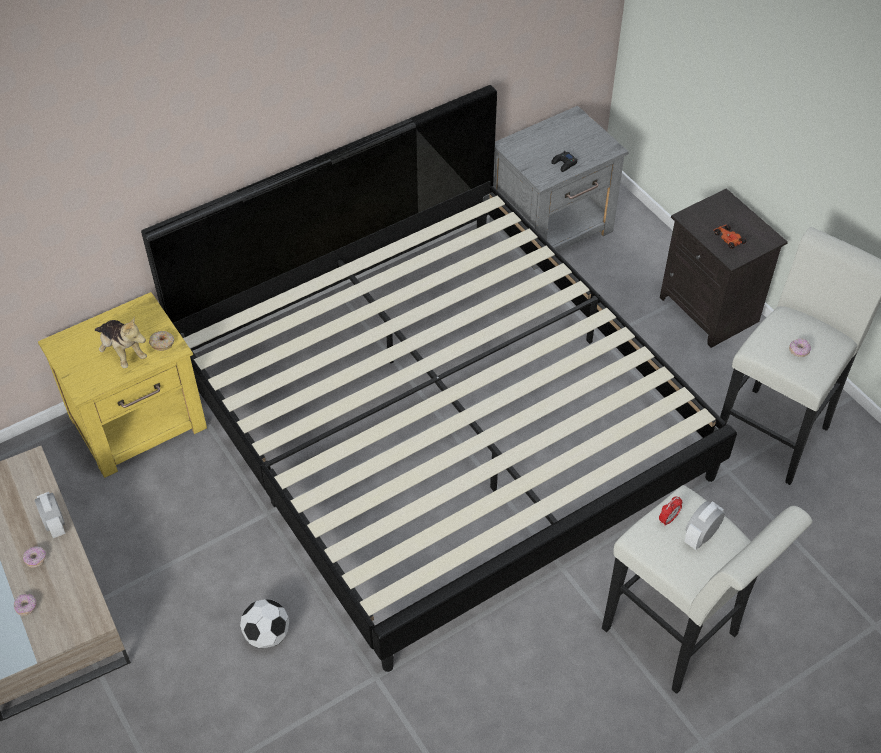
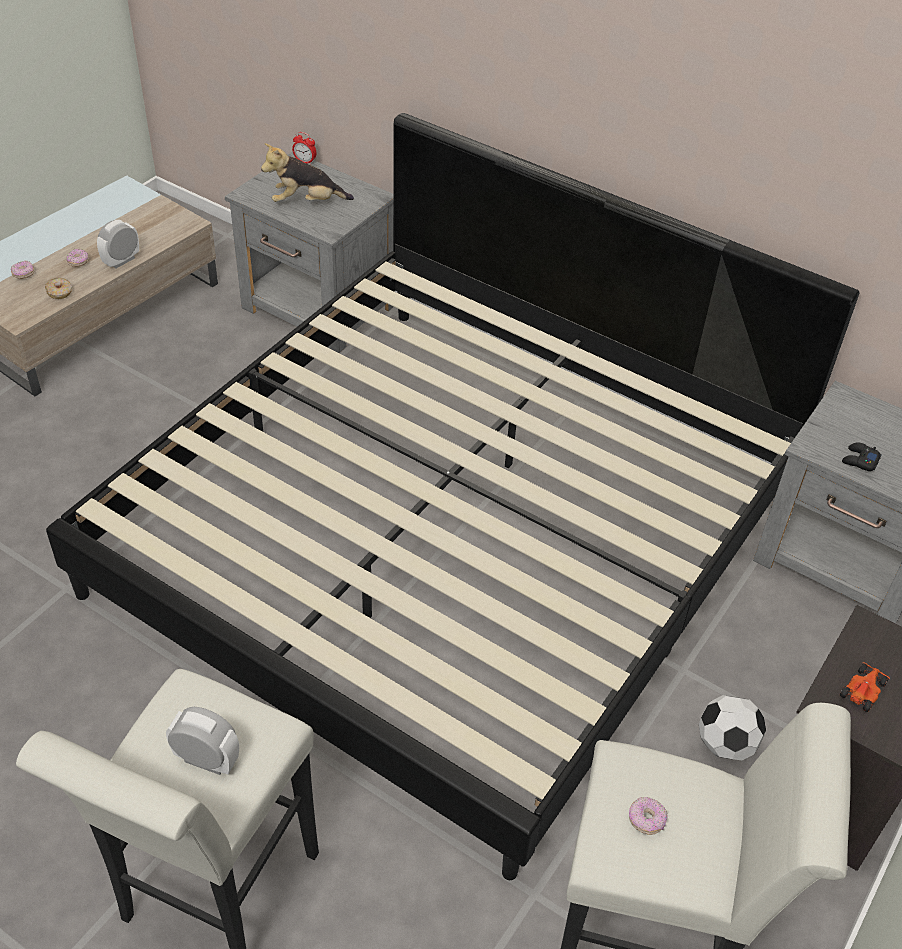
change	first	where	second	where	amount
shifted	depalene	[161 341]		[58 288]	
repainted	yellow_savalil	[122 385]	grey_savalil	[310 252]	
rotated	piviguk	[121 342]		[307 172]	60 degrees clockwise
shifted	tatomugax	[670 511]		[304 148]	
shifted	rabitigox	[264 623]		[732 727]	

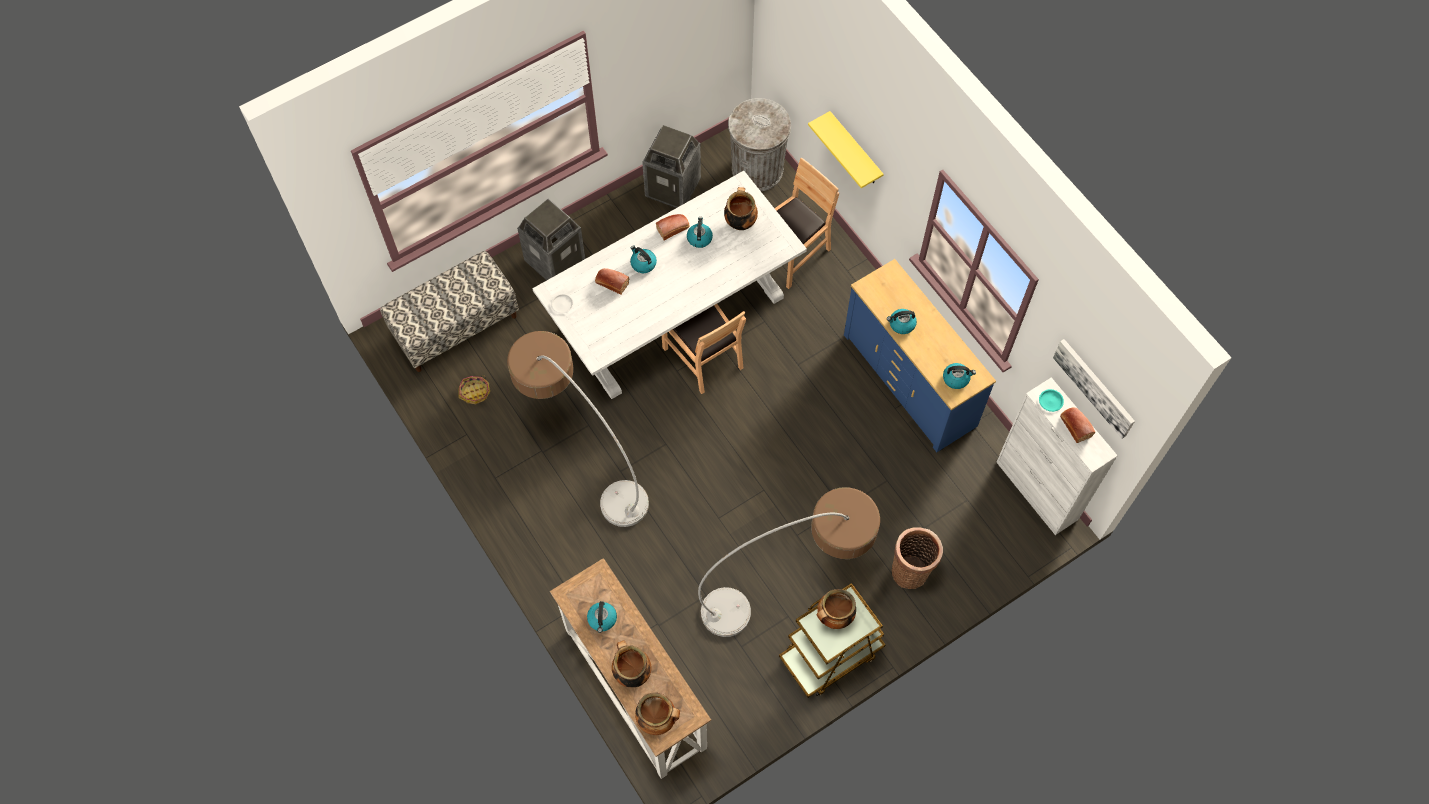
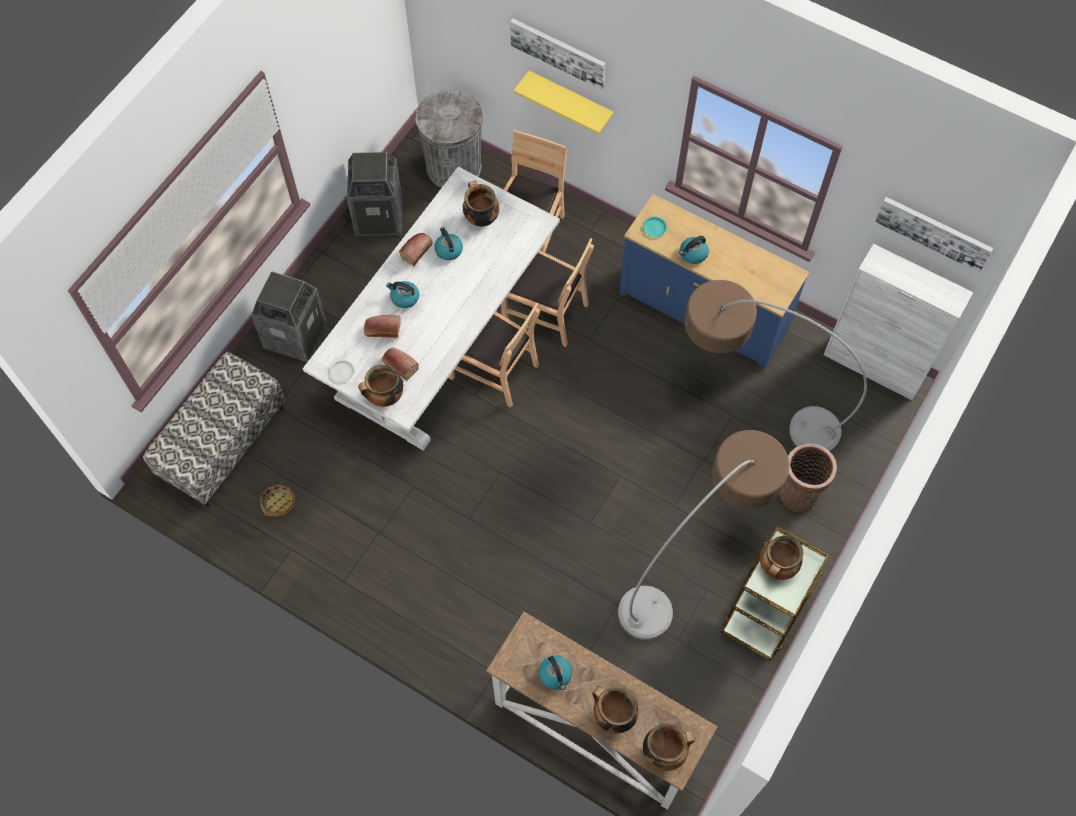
change	first	where	second	where	amount
new			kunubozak	[380 385]	
shifted	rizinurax	[1077 425]		[400 364]	
new			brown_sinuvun	[547 292]	
new			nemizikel	[558 54]	
shifted	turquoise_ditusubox	[1051 400]		[655 226]	
shifted	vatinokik	[578 429]		[775 365]	
gone	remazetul	[959 376]			

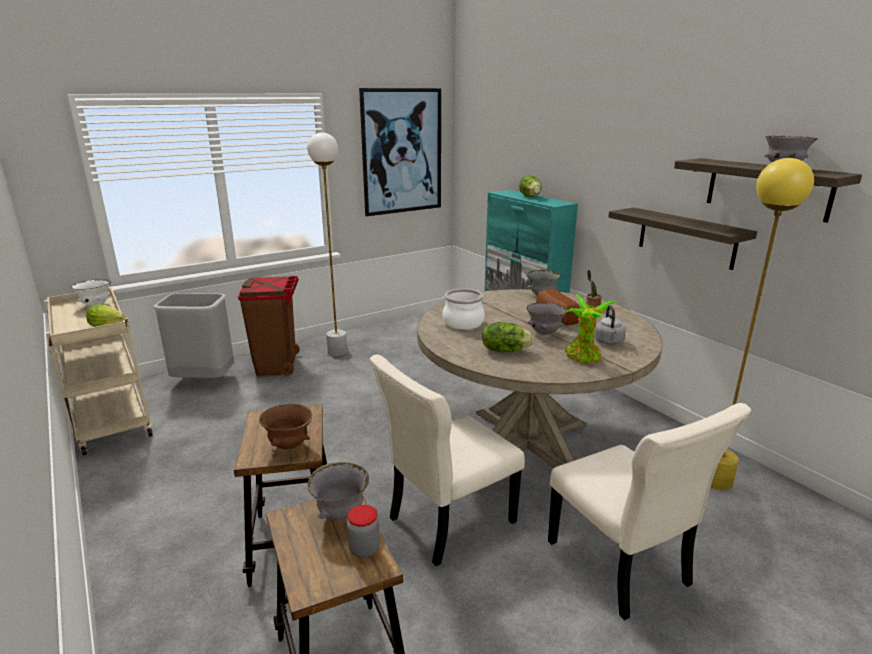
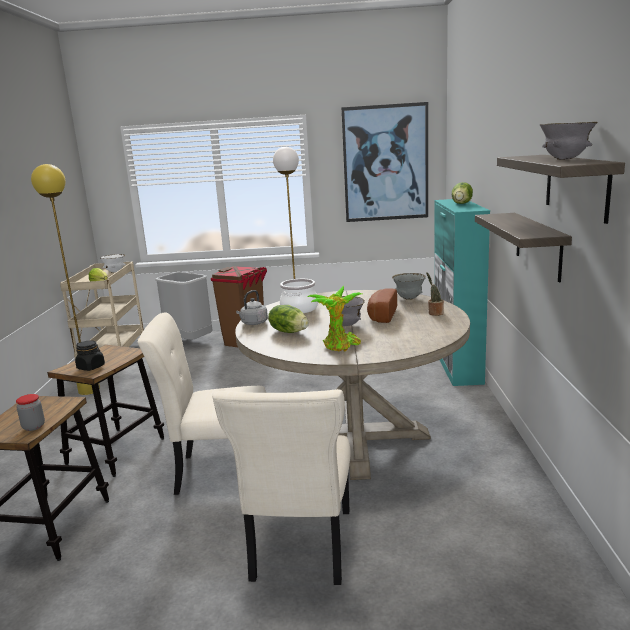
change	first	where	second	where	amount
shifted	yellow_vatinokik	[762 324]		[65 279]	
swapped	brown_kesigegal	[285 427]	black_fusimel	[90 355]	
shifted	grey_remazetul	[610 325]		[252 307]	
gone	grey_kesigegal	[338 491]			

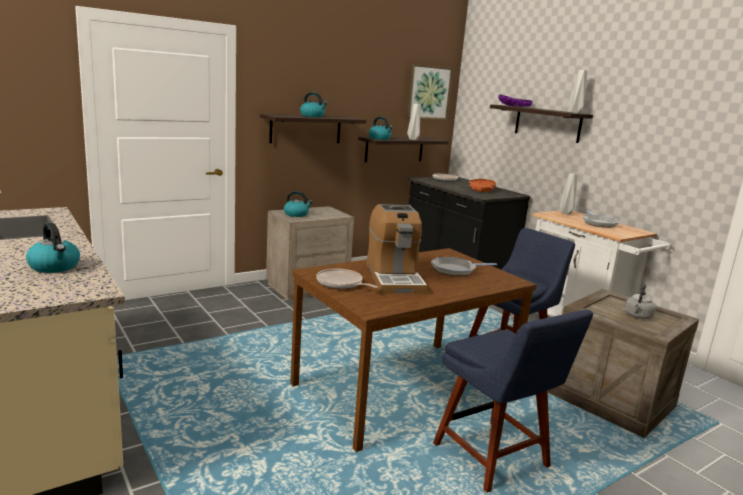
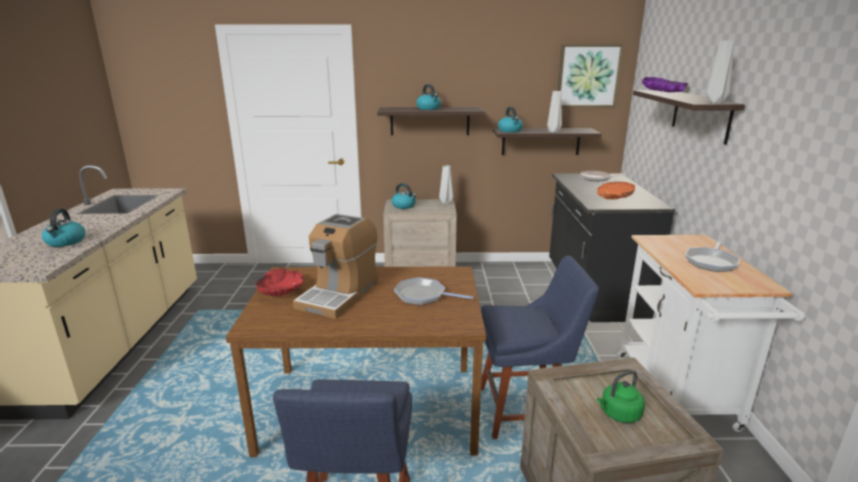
change	first	where	second	where	amount
swapped	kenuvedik	[347 279]	red_kesigegal	[279 282]	
shifted	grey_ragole	[568 193]		[446 184]	
repainted	grey_remazetul	[640 301]	green_remazetul	[621 396]	

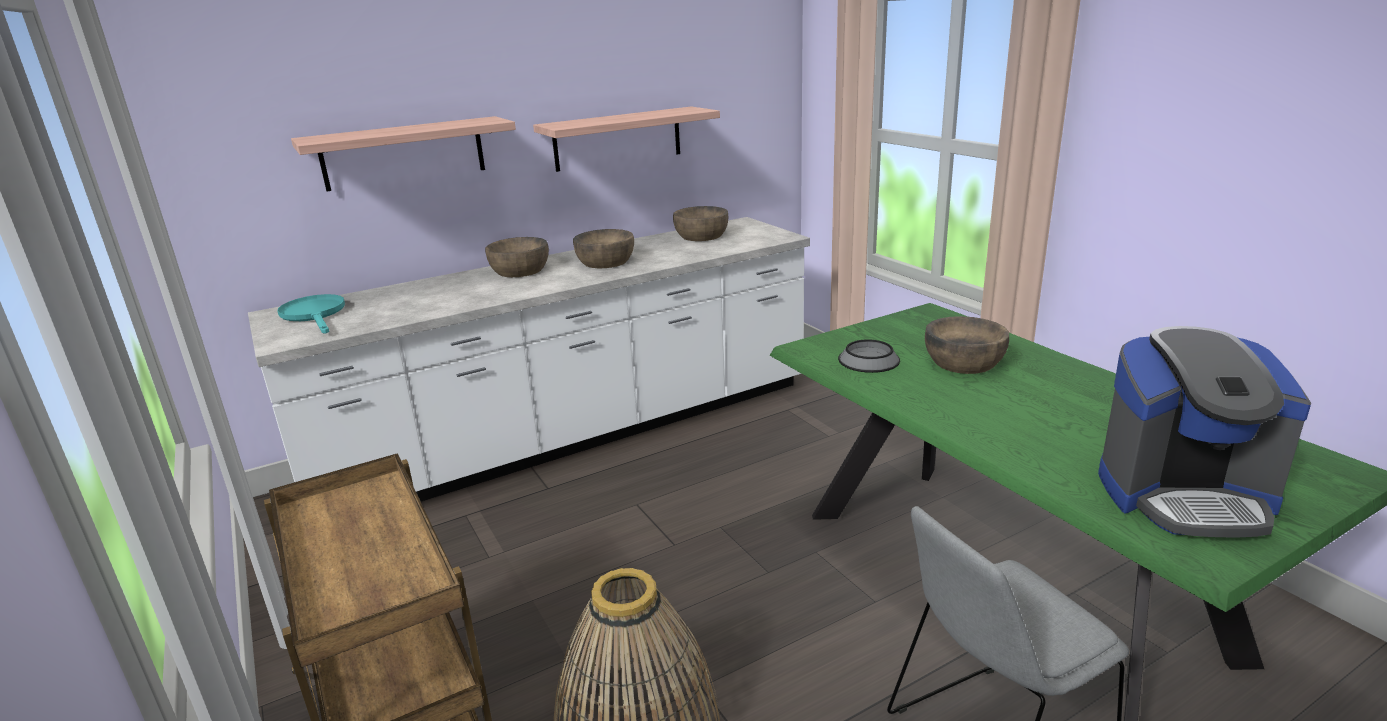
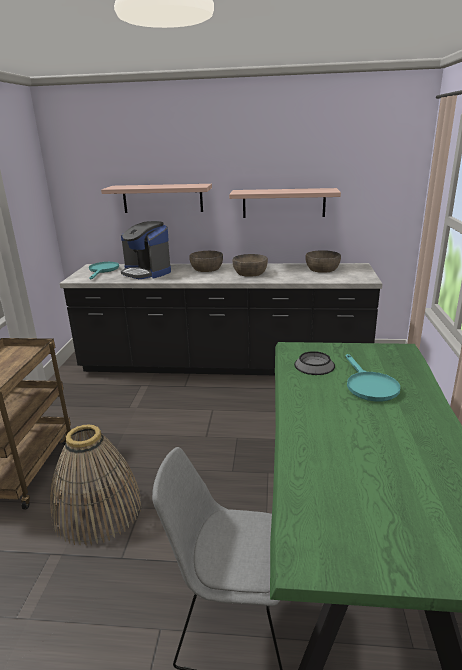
change	first	where	second	where	amount
repainted	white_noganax	[529 359]	black_noganax	[221 319]	
shifted	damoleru	[1204 431]		[146 250]	
swapped	brown_kesigegal	[967 345]	turquoise_kenuvedik	[373 378]	

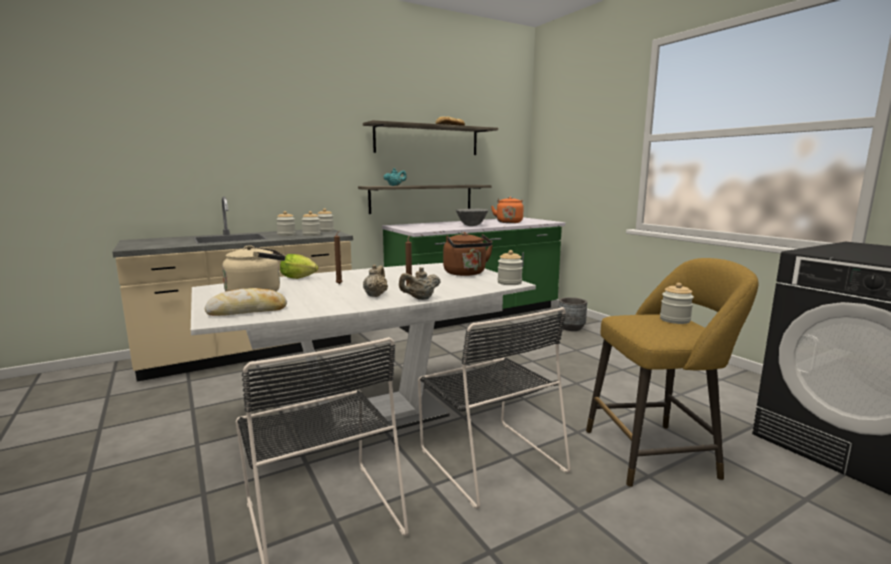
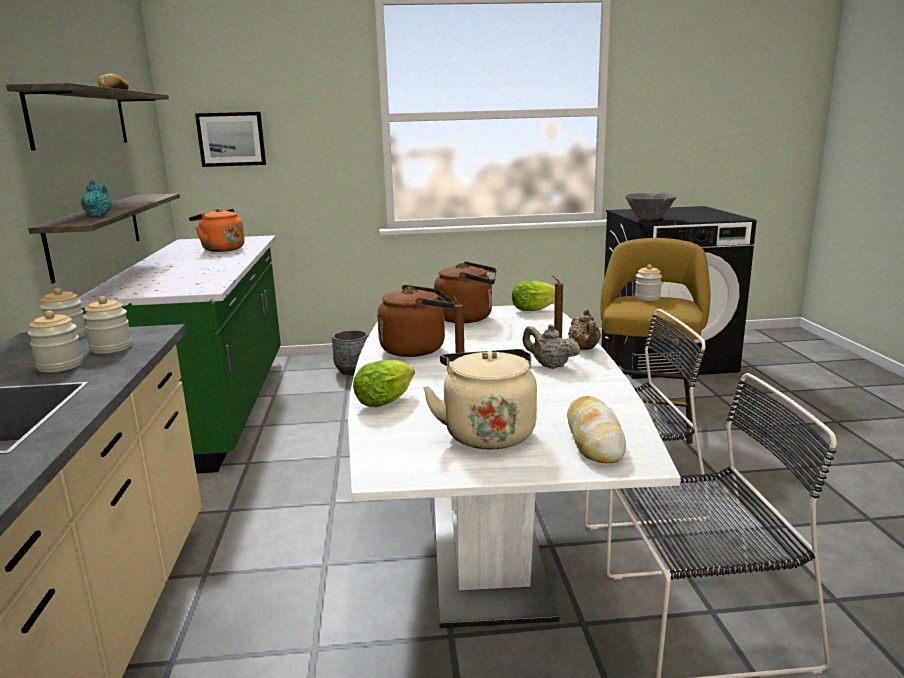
change	first	where	second	where	amount
new			nemizikel	[230 139]	
new			brown_remazetul	[415 321]	
swapped	fusimel	[510 267]	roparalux	[533 295]	
shifted	grey_kesigegal	[472 217]		[651 206]	

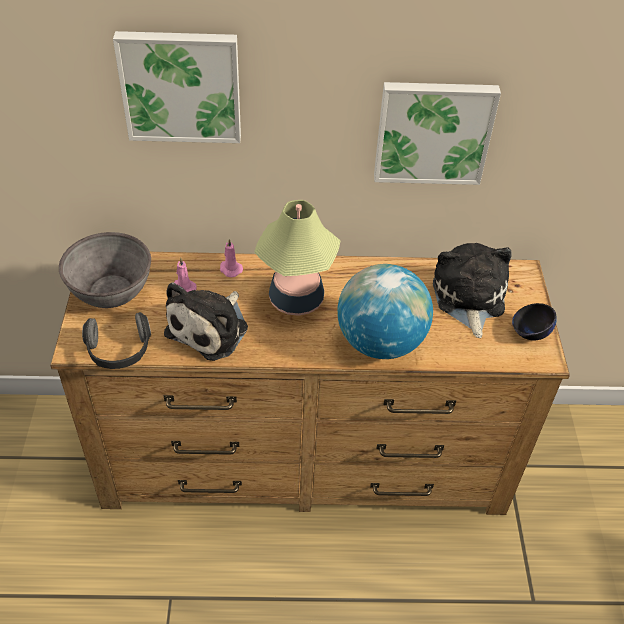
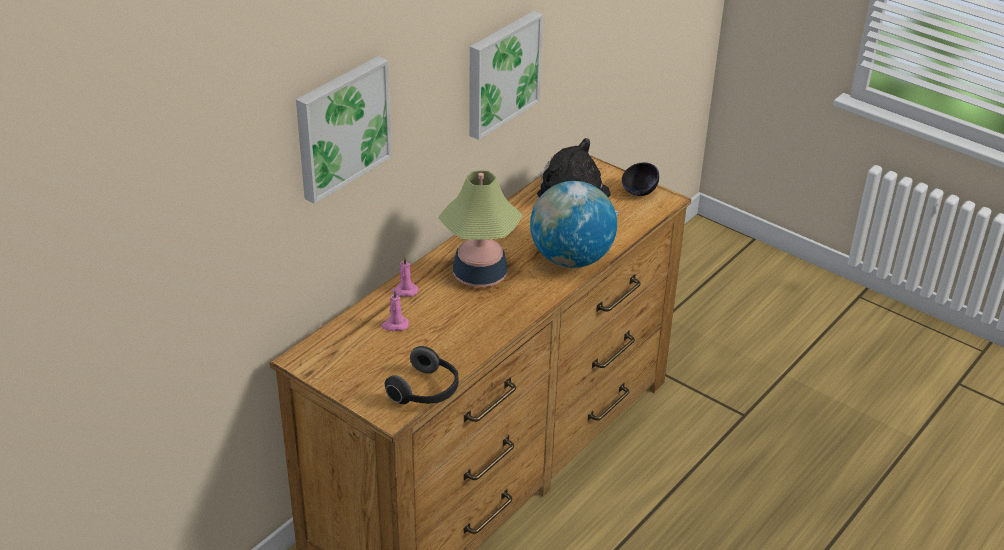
change	first	where	second	where	amount
gone	grey_kesigegal	[105 270]			
gone	piviguk	[206 321]			

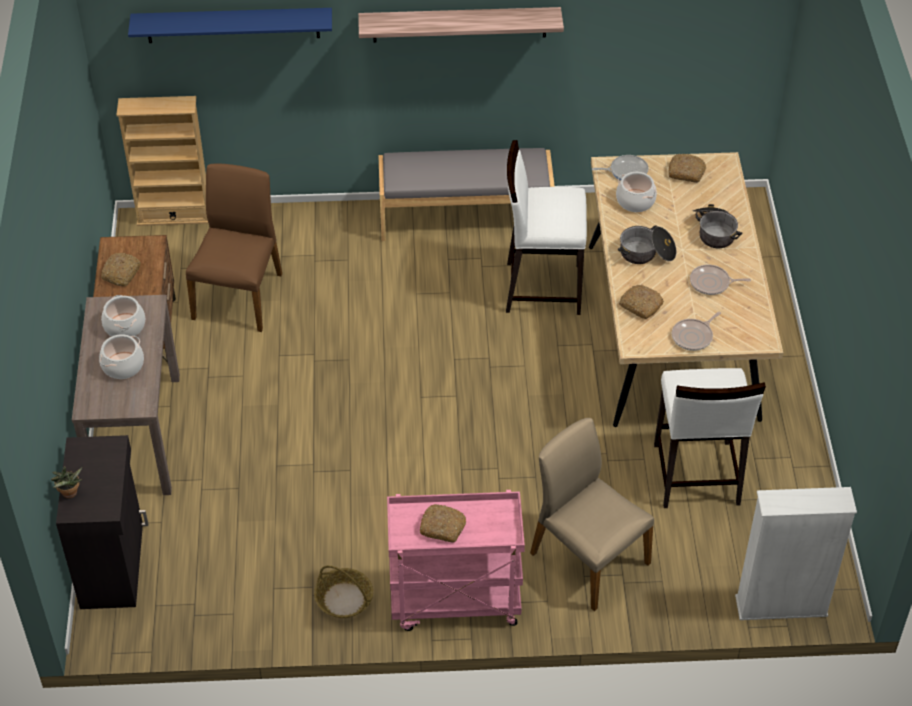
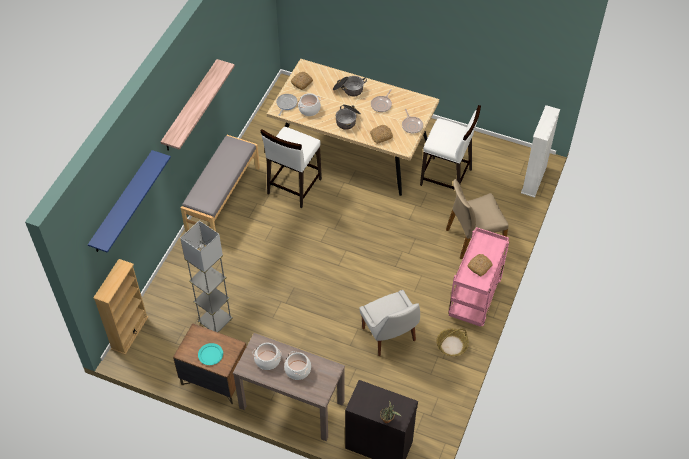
change	first	where	second	where	amount
swapped	brown_sinuvun	[234 248]	grey_vatinokik	[206 276]	
swapped	rizinurax	[121 269]	turquoise_ditusubox	[210 354]	
new			white_sinuvun	[390 323]	

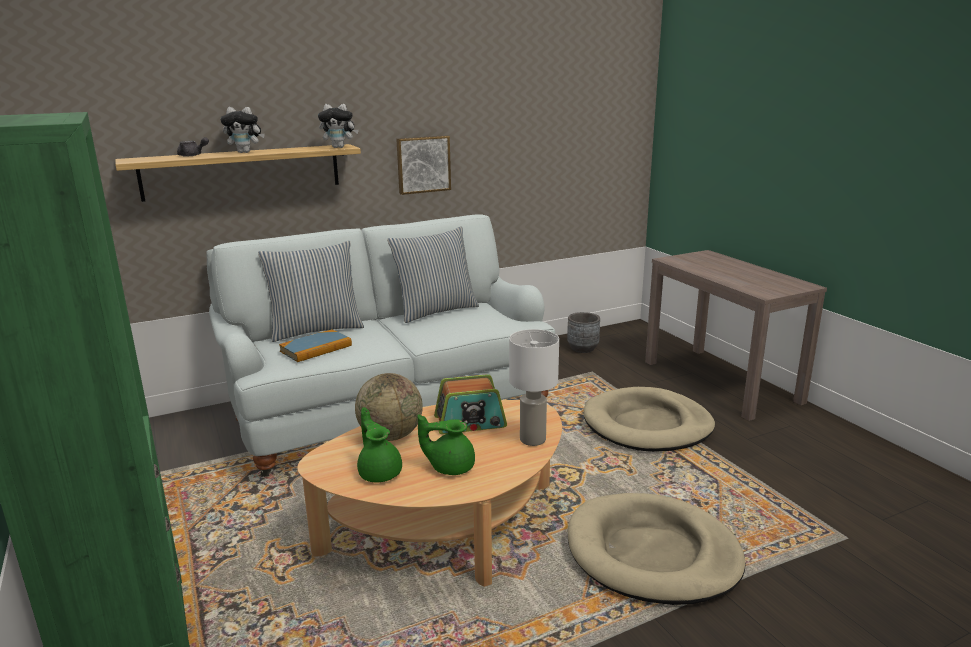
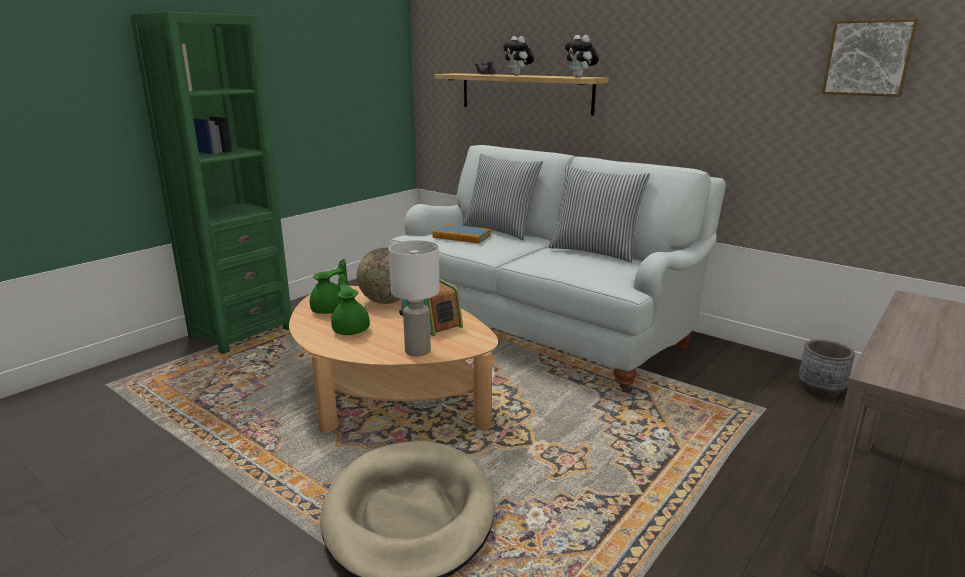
change	first	where	second	where	amount
shifted	nemizikel	[423 165]		[870 57]	
gone	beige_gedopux	[649 419]			

